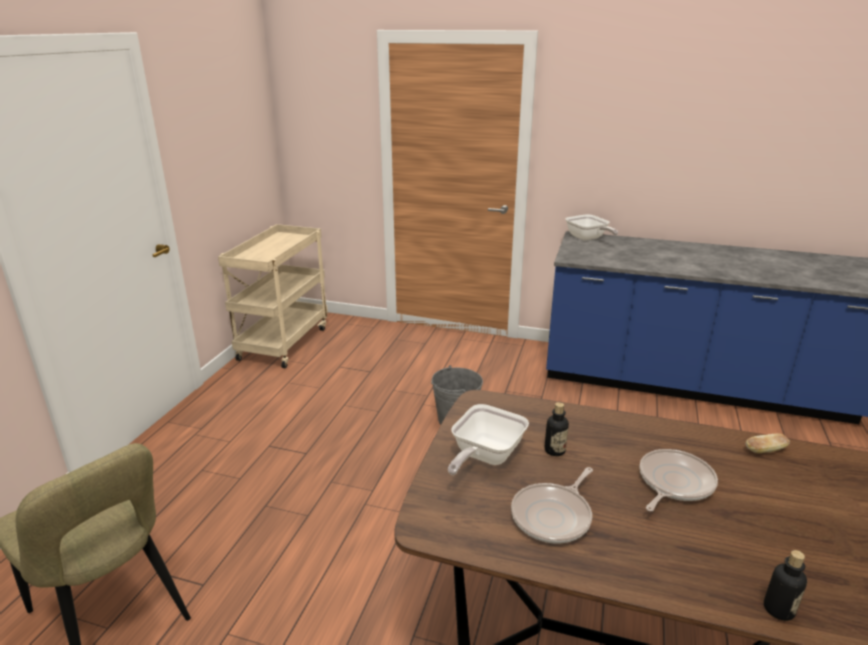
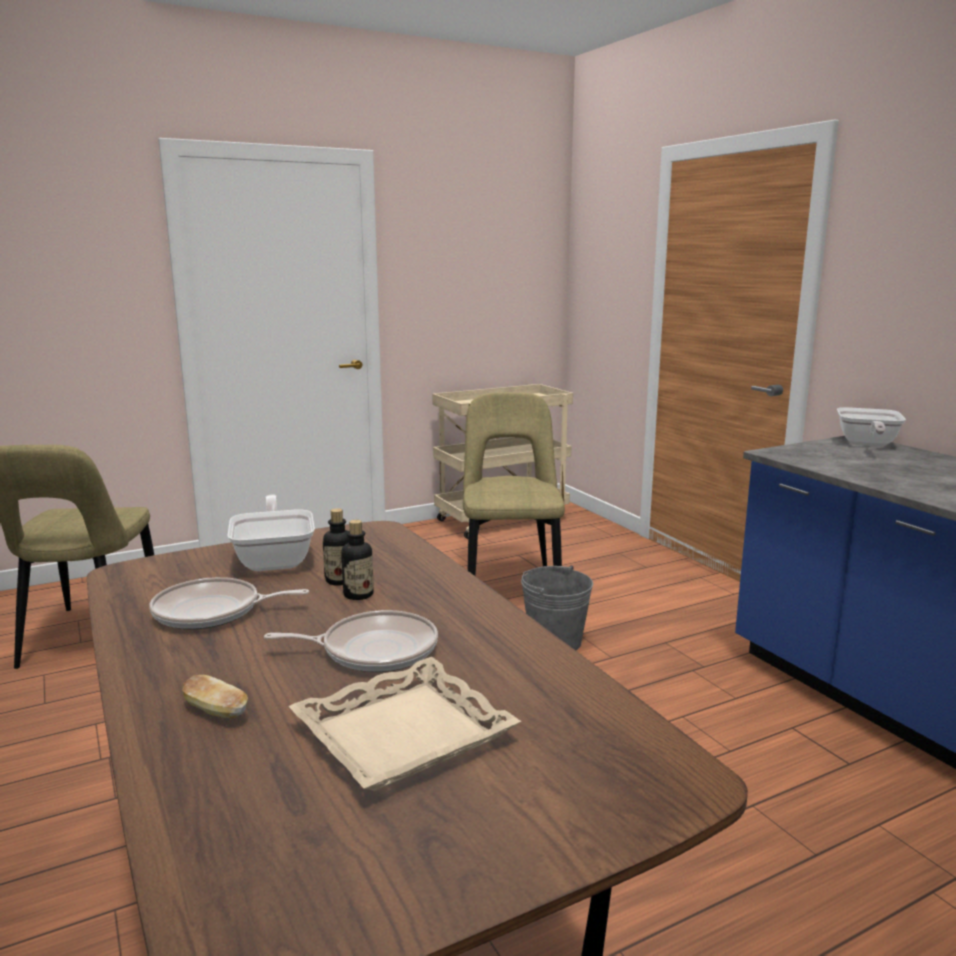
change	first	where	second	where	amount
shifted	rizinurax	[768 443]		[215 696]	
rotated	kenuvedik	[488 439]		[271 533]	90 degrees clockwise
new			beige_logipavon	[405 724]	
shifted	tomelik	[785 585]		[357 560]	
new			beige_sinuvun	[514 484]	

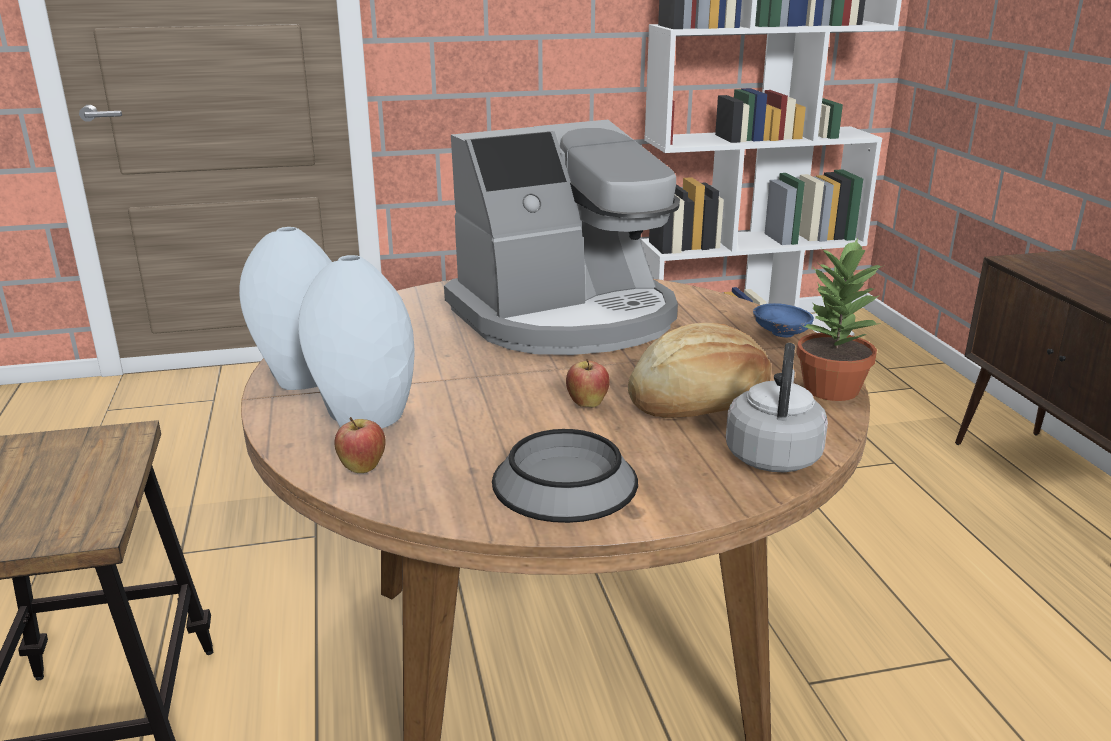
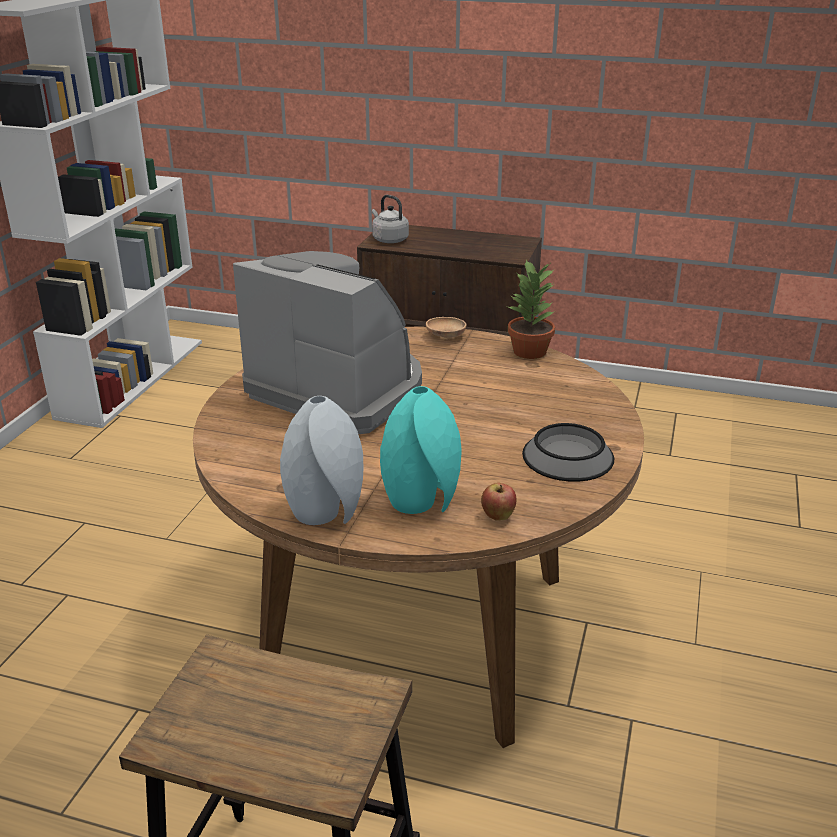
change	first	where	second	where	amount
rotated	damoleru	[562 237]		[327 342]	60 degrees counterclockwise
shifted	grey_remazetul	[777 407]		[390 219]	
repainted	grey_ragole	[356 341]	turquoise_ragole	[421 450]	
repainted	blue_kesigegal	[783 320]	brown_kesigegal	[446 328]	
gone	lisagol	[588 383]			
gone	rizinurax	[699 370]			

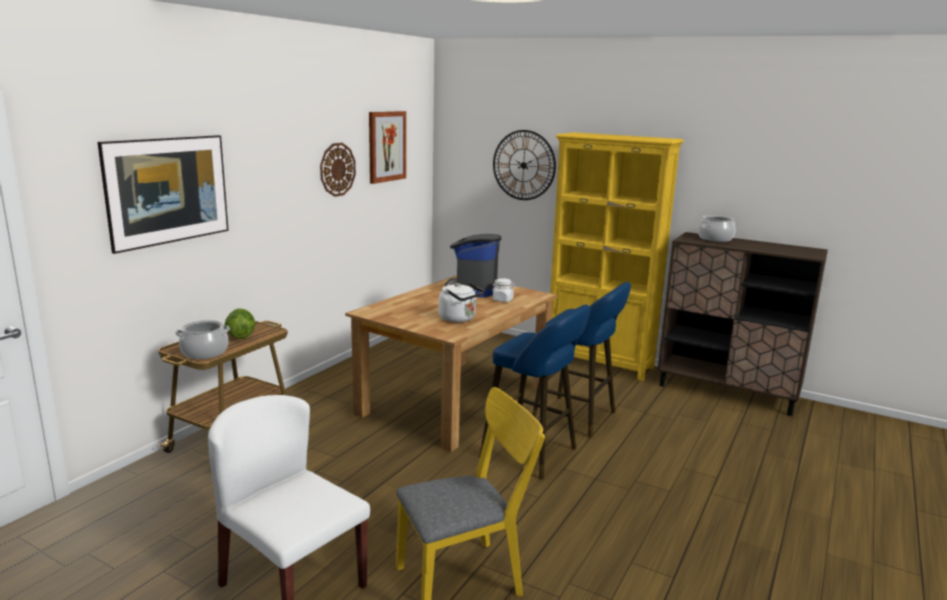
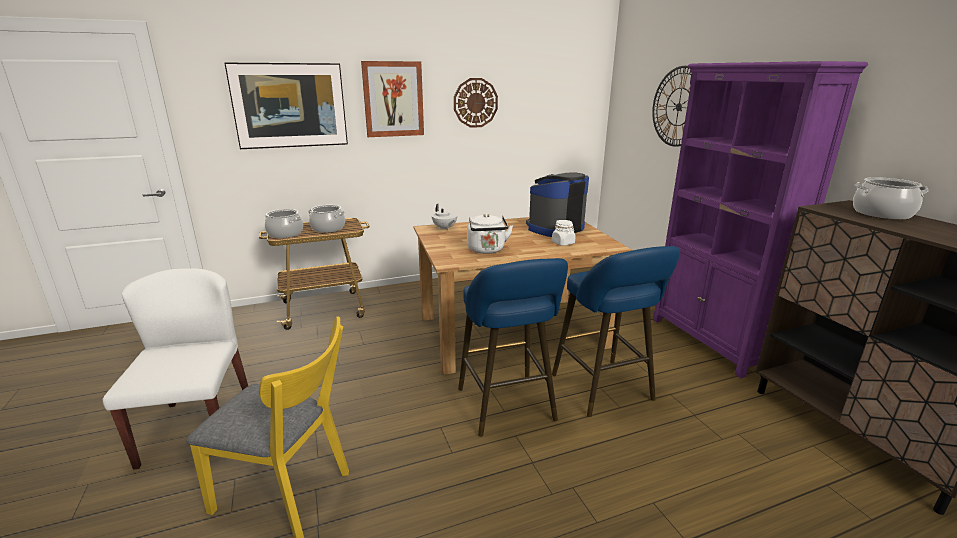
change	first	where	second	where	amount
swapped	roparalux	[240 323]	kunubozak	[326 219]	
shifted	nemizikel	[387 147]		[392 99]	
new			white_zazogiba	[444 217]	
repainted	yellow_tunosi	[617 256]	purple_tunosi	[760 219]	

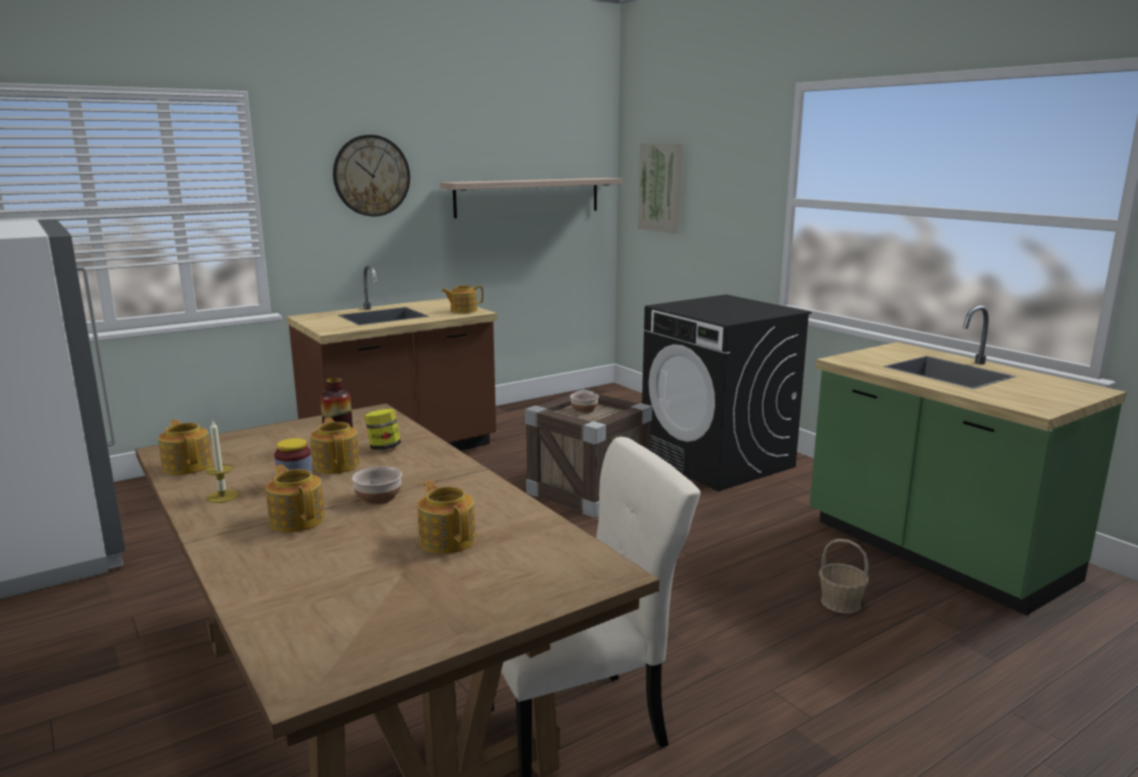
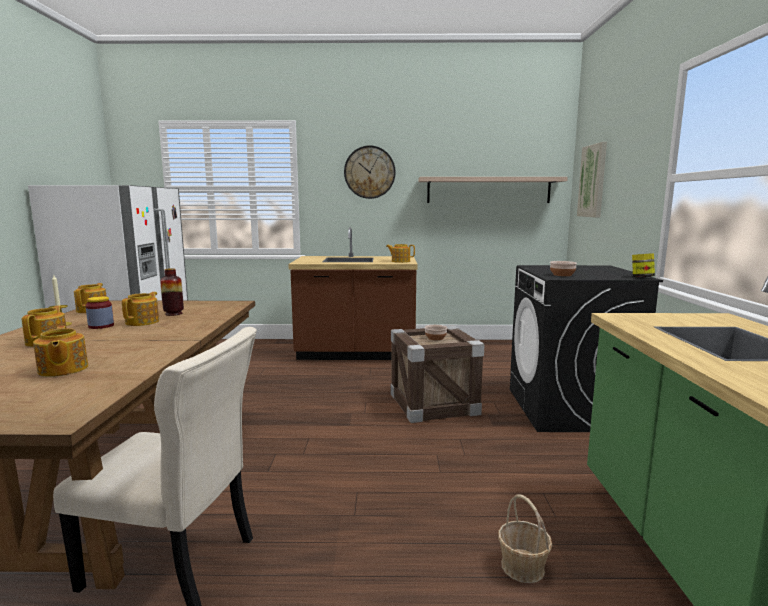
change	first	where	second	where	amount
rotated	zazogiba	[447 517]		[60 351]	150 degrees clockwise
shifted	kesigegal	[377 485]		[563 268]	
shifted	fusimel	[382 429]		[643 265]	

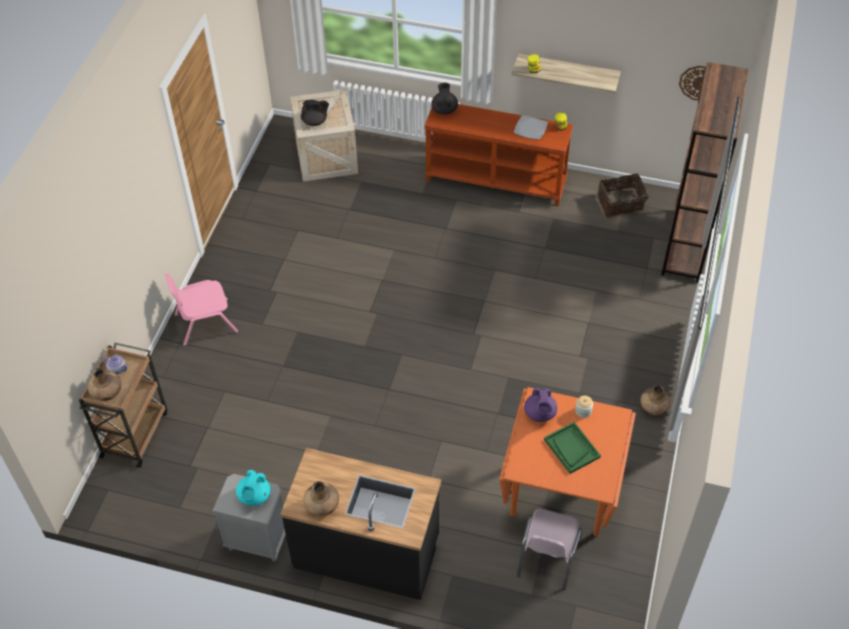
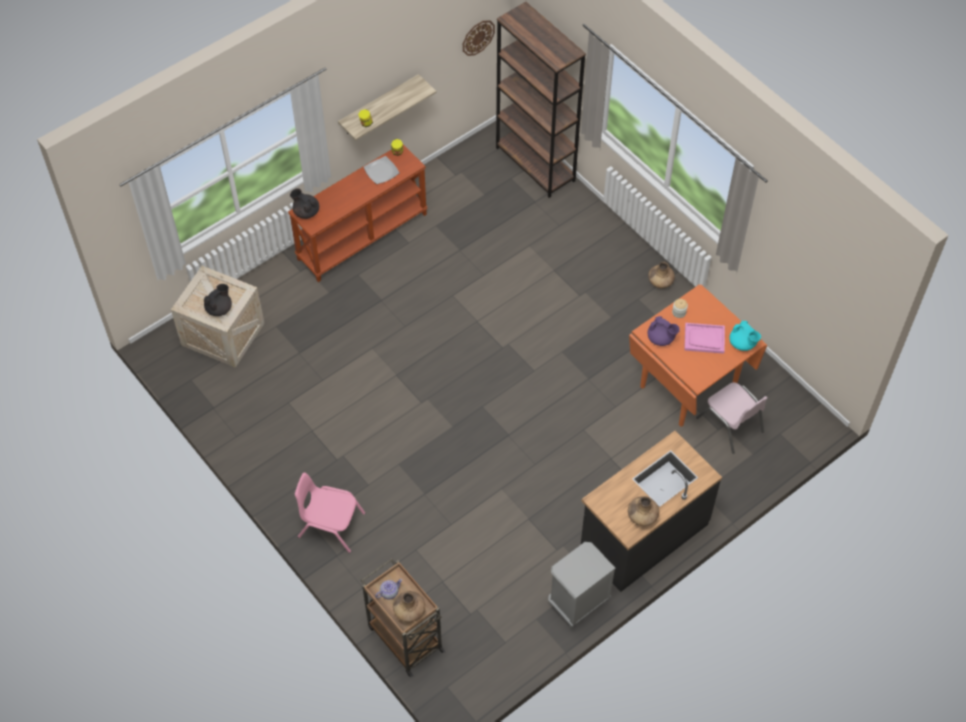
change	first	where	second	where	amount
rotated	pink_sinuvun	[201 309]		[330 513]	90 degrees clockwise
repainted	green_logipavon	[572 448]	pink_logipavon	[704 338]	
shifted	turquoise_zazogiba	[253 488]		[745 336]	
gone	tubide	[623 195]			

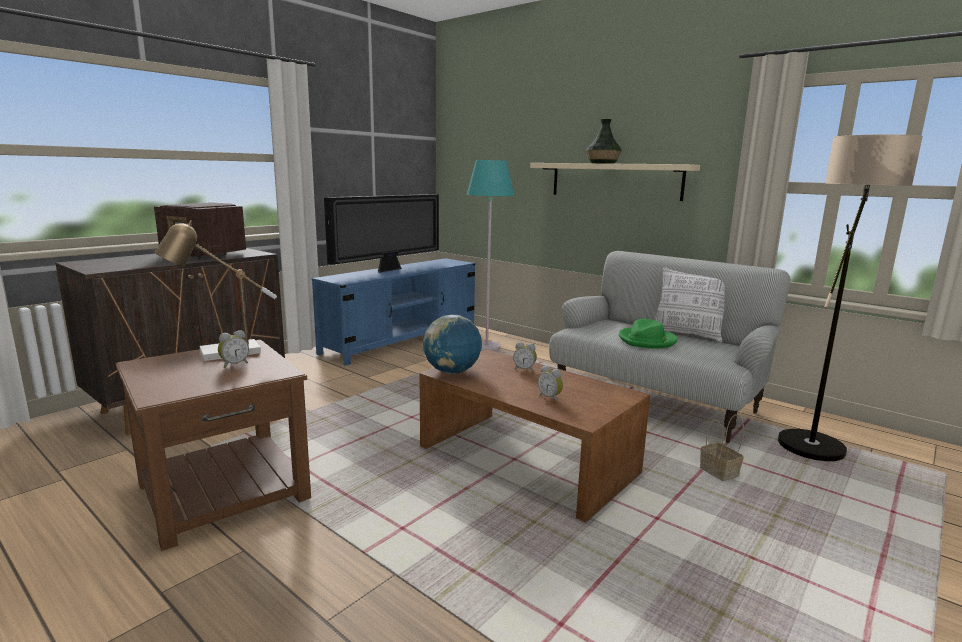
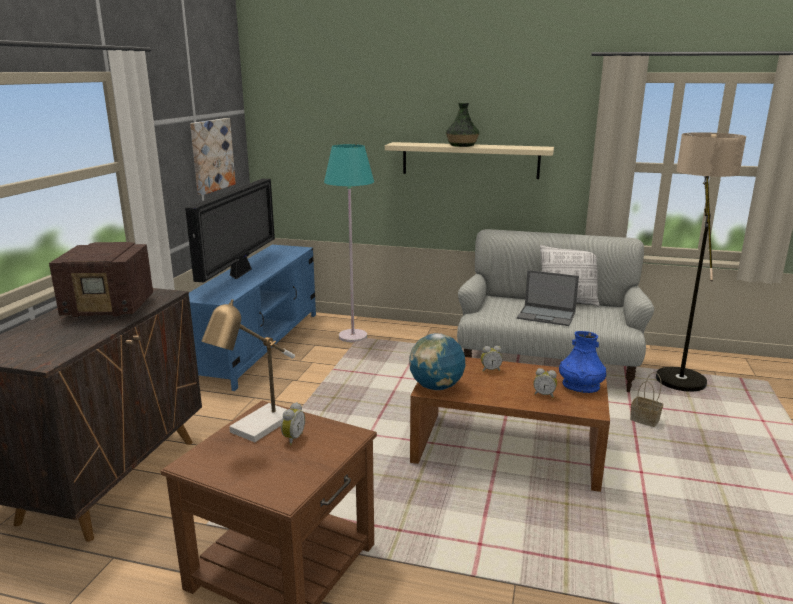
change	first	where	second	where	amount
new			nemizikel	[213 157]	
swapped	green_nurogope	[648 334]	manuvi	[548 298]	
new			blue_ragole	[582 362]	

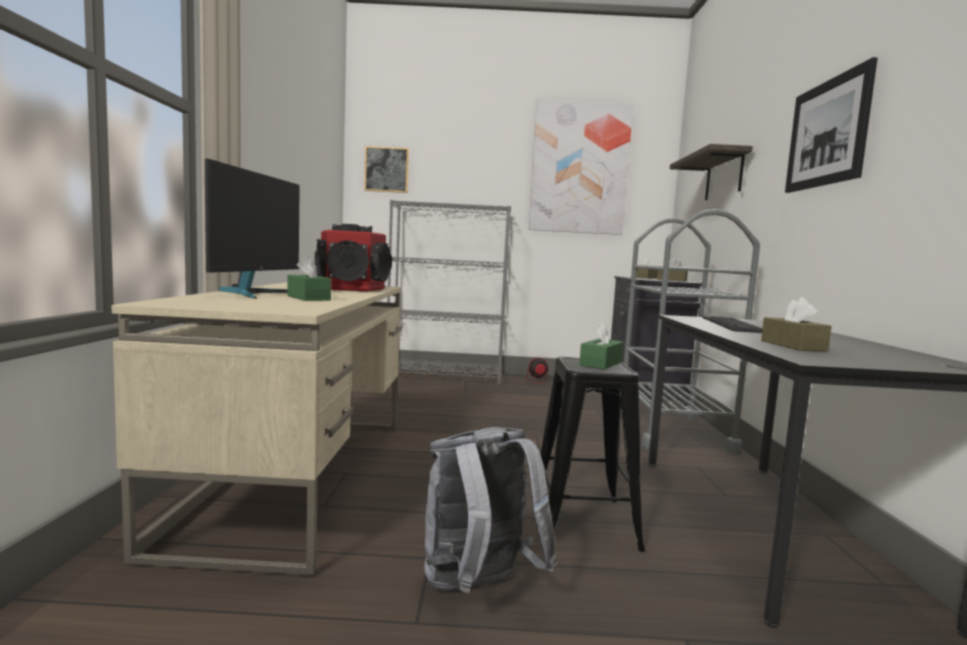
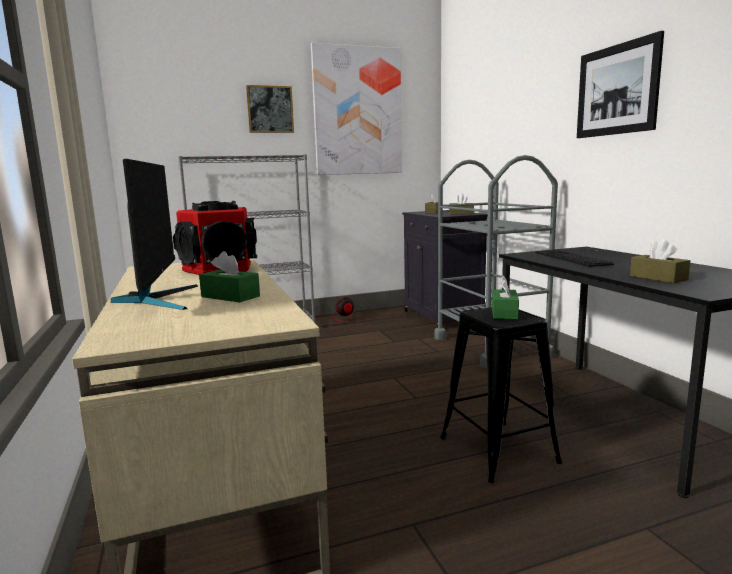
change	first	where	second	where	amount
shifted	nemizikel	[386 169]		[270 109]	
gone	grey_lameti	[491 510]			
gone	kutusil	[711 172]			

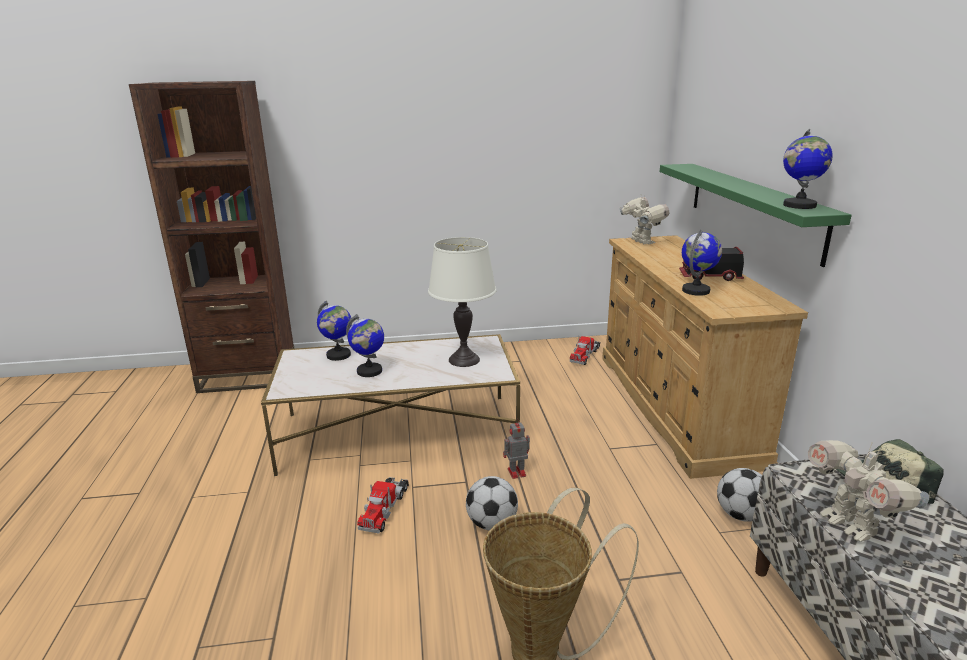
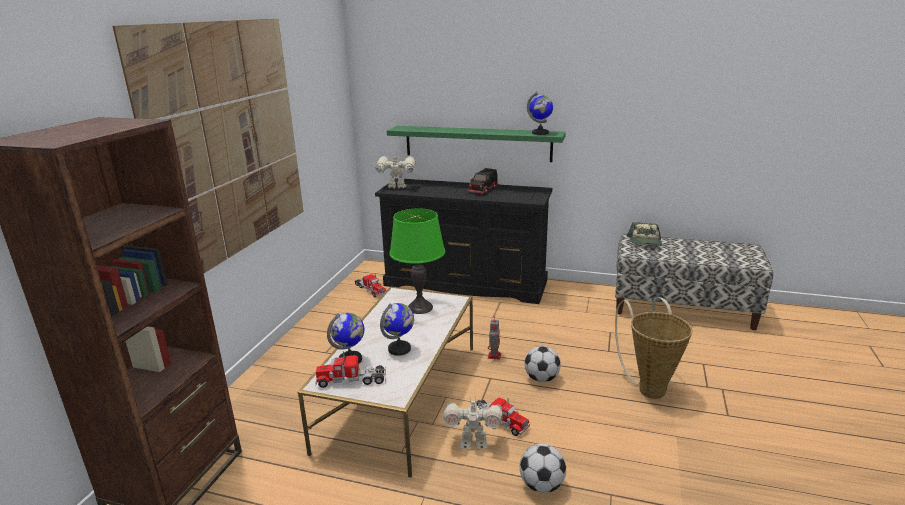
change	first	where	second	where	amount
new			nemizikel	[208 146]	
new			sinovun	[350 369]	
repainted	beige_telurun	[705 357]	black_telurun	[463 241]	
repainted	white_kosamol	[462 302]	green_kosamol	[417 261]	
shifted	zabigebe	[868 491]		[473 424]	
shifted	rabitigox	[739 495]		[543 468]	
gone	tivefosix	[702 263]			

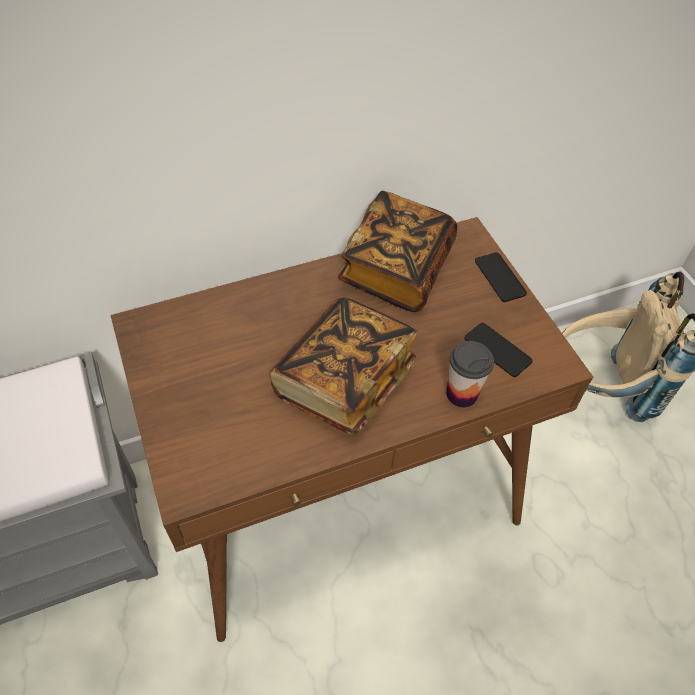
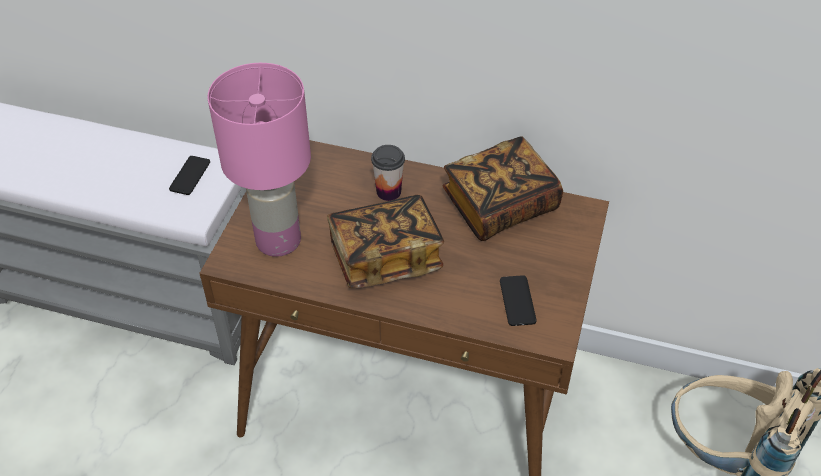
change	first	where	second	where	amount
shifted	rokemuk	[501 277]		[189 175]	
new			pink_kosamol	[259 160]	
shifted	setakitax	[470 374]		[388 173]	

